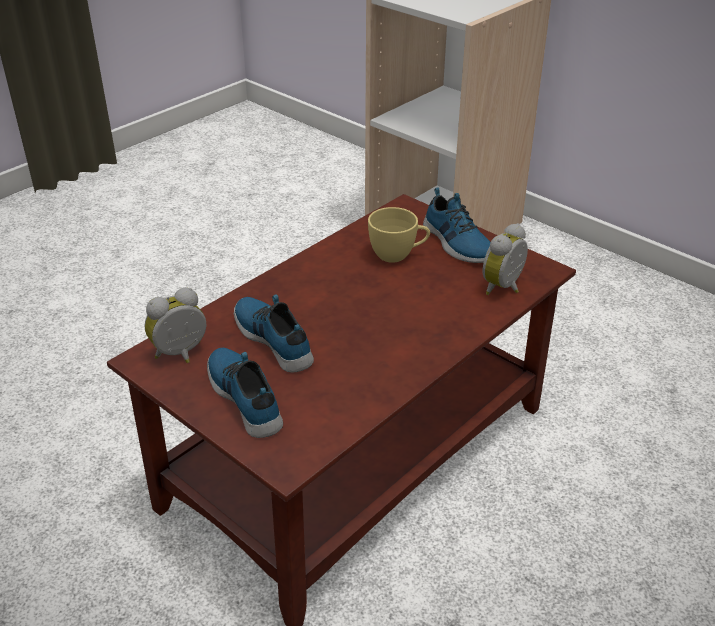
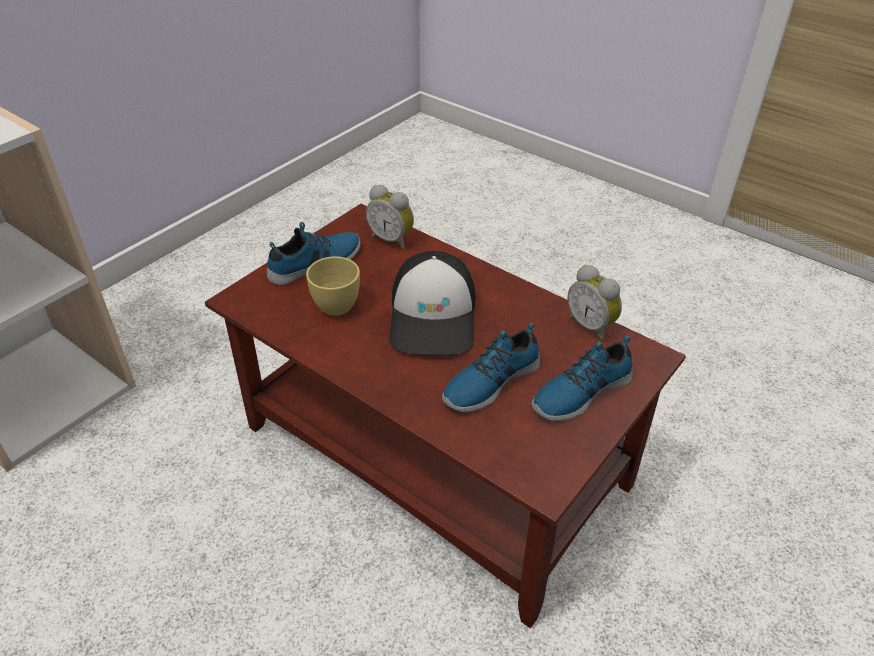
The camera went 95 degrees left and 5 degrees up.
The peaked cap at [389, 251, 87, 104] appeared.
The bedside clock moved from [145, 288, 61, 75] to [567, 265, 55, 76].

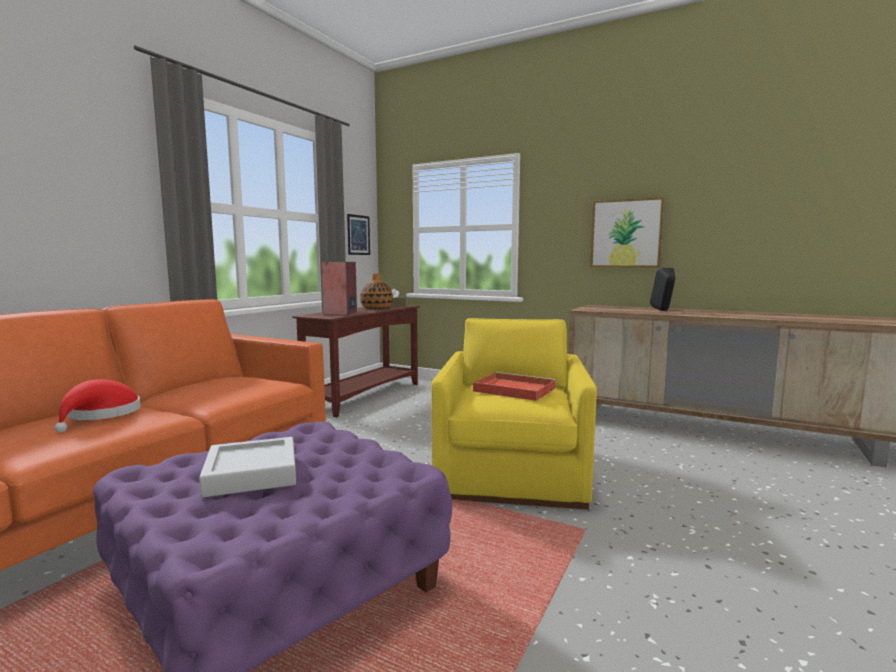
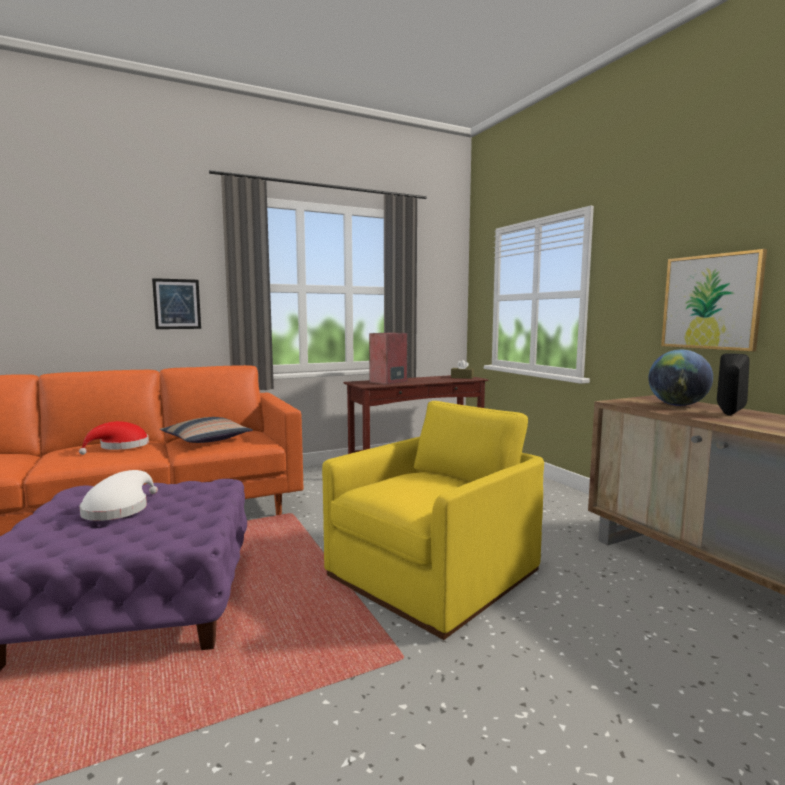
The camera went 35 degrees right and 0 degrees up.
The grey tray at [199, 437, 97, 60] was replaced by the whitish hat at [79, 470, 79, 51].
The picture moved from [347, 214, 23, 41] to [152, 278, 49, 51].
The cushion at [160, 417, 93, 26] appeared.
The globe at [649, 350, 64, 56] appeared.
The decorative vase at [360, 273, 33, 36] disappeared.
The red-coloured tray at [473, 372, 83, 29] disappeared.

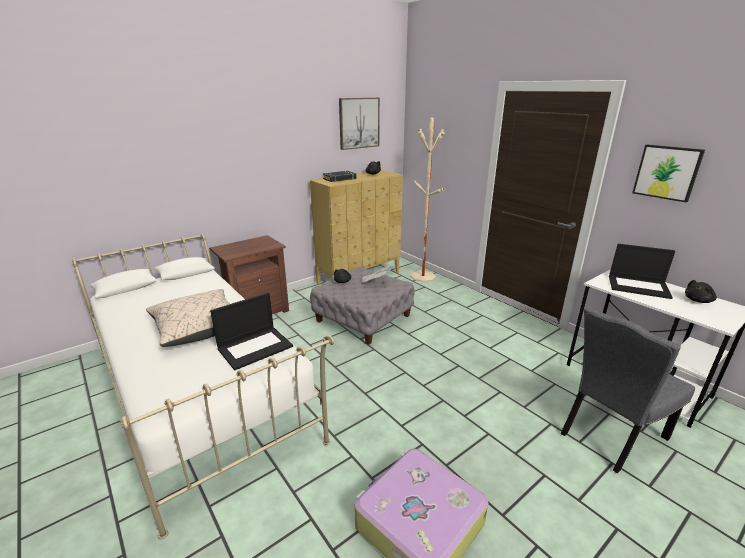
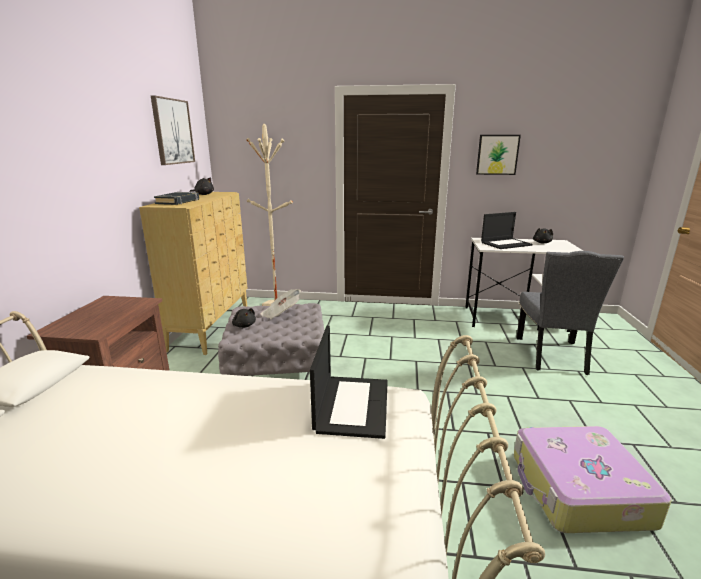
The camera went 45 degrees left and 5 degrees down.
The sand-coloured cushion at [146, 289, 84, 58] disappeared.

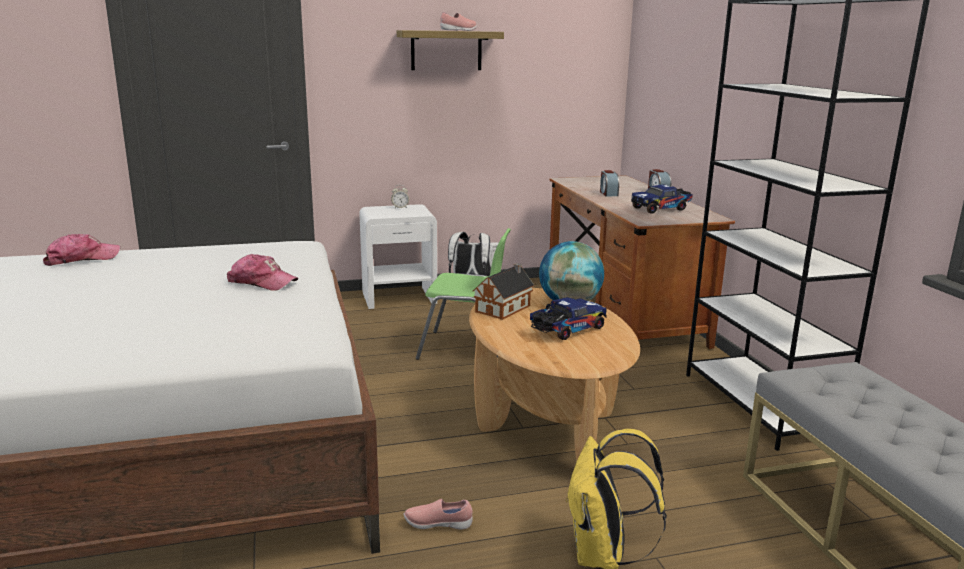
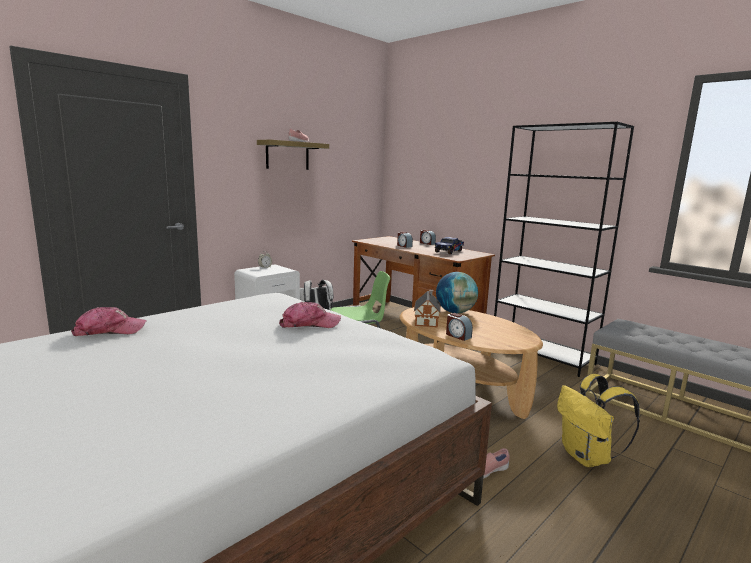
The camera went 30 degrees left and 5 degrees down.
The peaked cap at [43, 234, 77, 32] turned 45 degrees clockwise.
The bedside clock at [446, 313, 27, 28] appeared.
The model truck at [530, 297, 77, 43] disappeared.

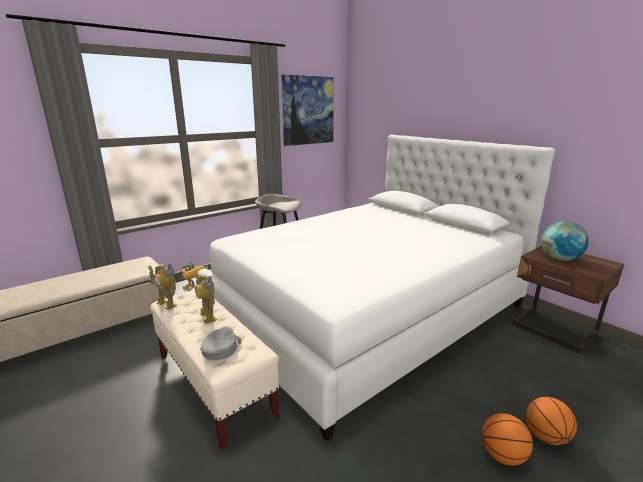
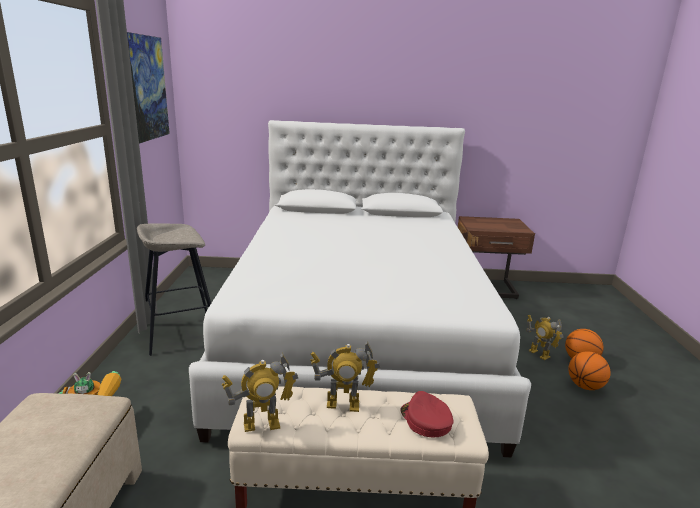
The camera went 50 degrees left and 0 degrees up.
The grey peaked cap at [200, 326, 42, 34] became the red-coloured peaked cap at [401, 391, 53, 47].
The robot figure at [526, 315, 37, 45] appeared.
The globe at [541, 221, 48, 40] disappeared.

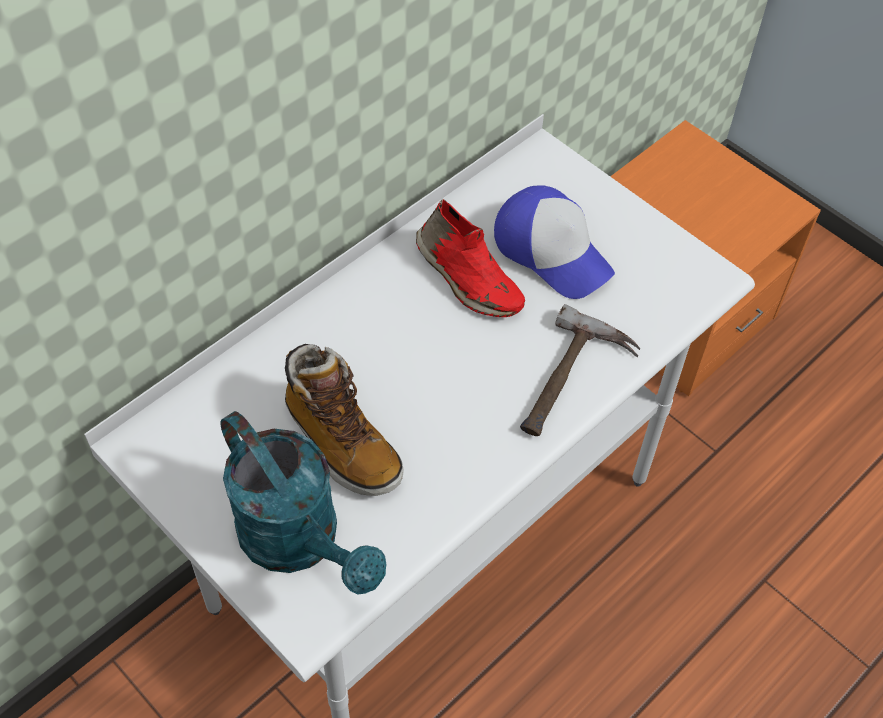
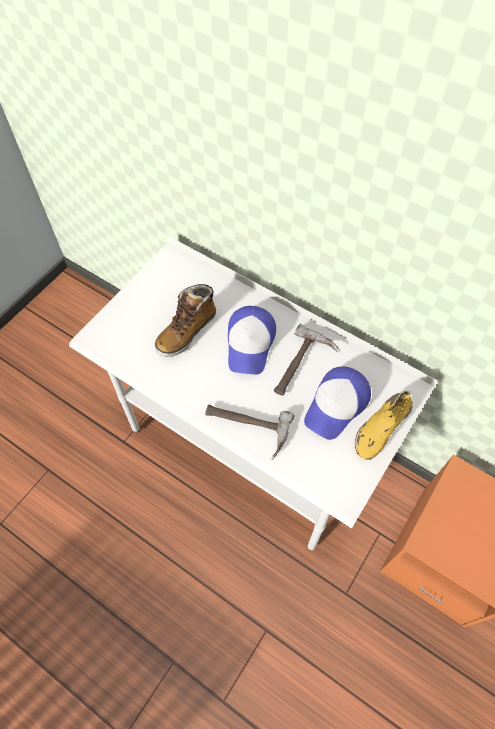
The camera went 80 degrees right and 5 degrees up.
The peaked cap at [228, 306, 48, 69] appeared.
The red-coloured item of footwear at [416, 199, 109, 118] was replaced by the hammer at [274, 324, 65, 72].
The yellow item of footwear at [355, 391, 58, 69] appeared.
The turquoise-coloured watering pot at [220, 411, 166, 183] disappeared.

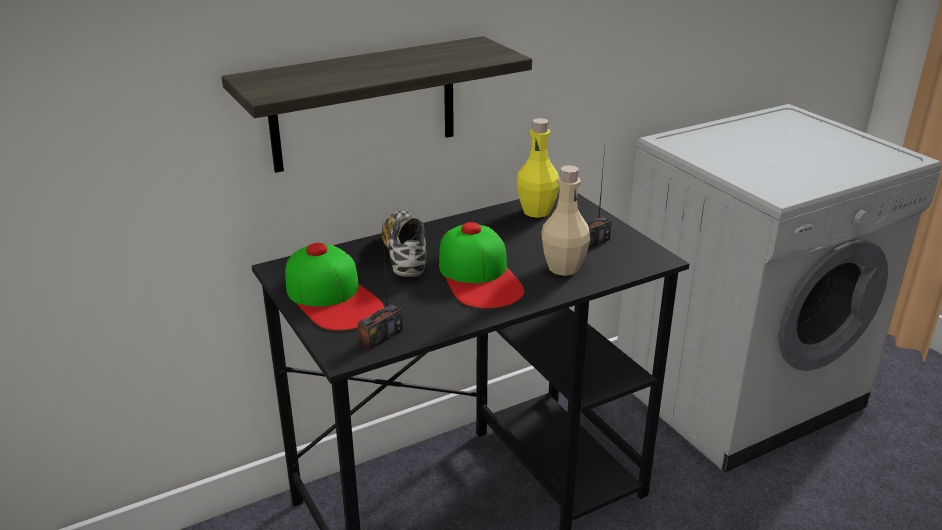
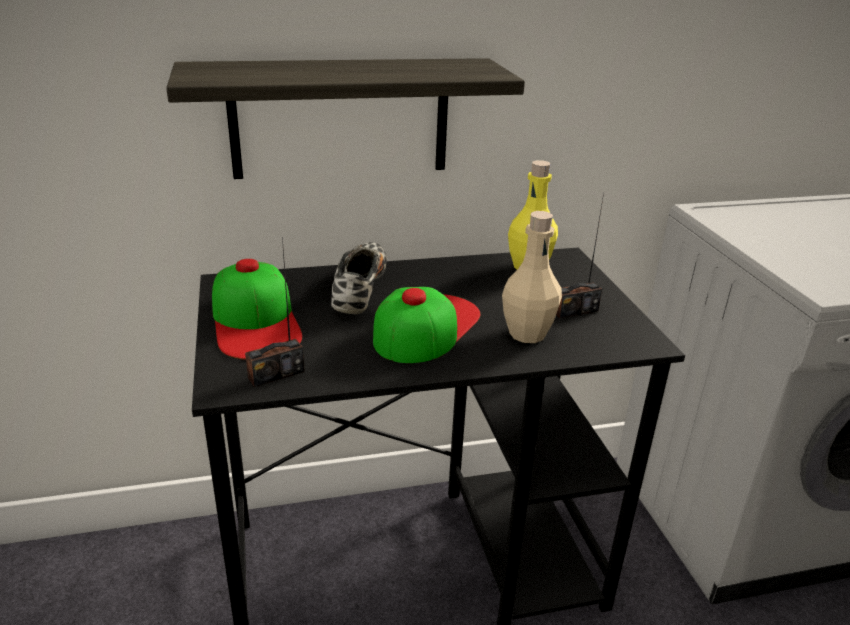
The camera went 15 degrees right and 0 degrees up.
The peaked cap at [439, 222, 85, 87] turned 150 degrees counterclockwise.

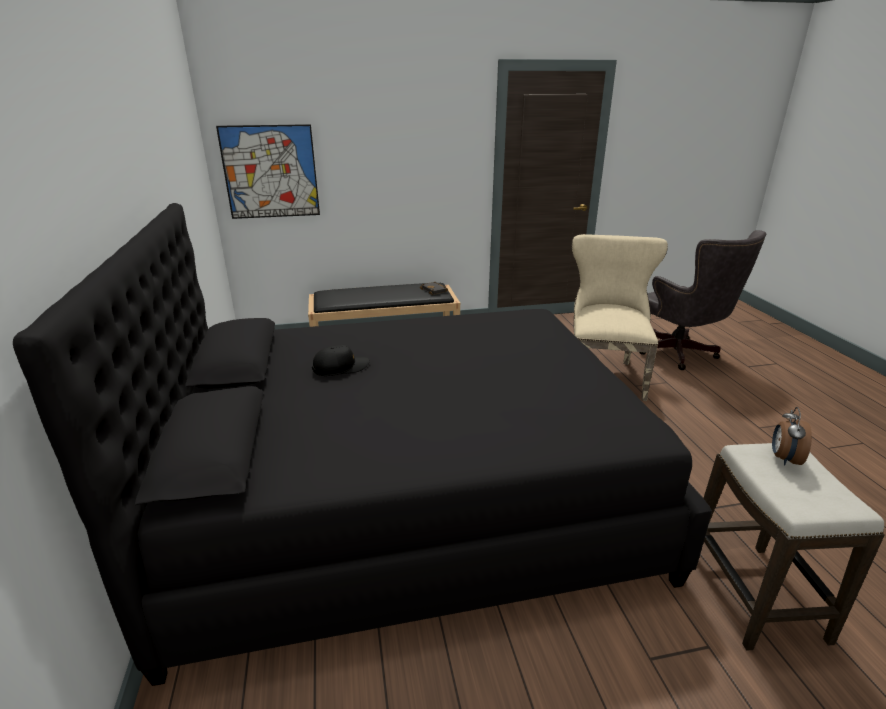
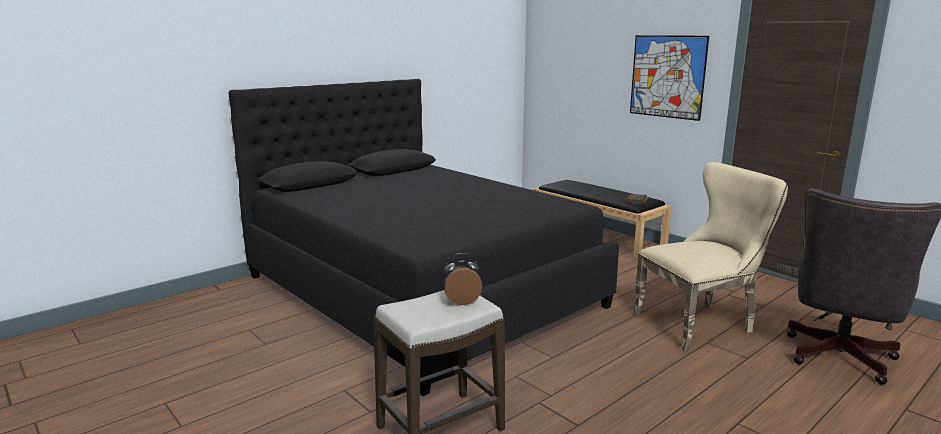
The camera went 60 degrees right and 10 degrees down.
The picture moved from [216, 124, 104, 95] to [630, 35, 79, 86].
The blackish peaked cap at [312, 345, 58, 31] disappeared.

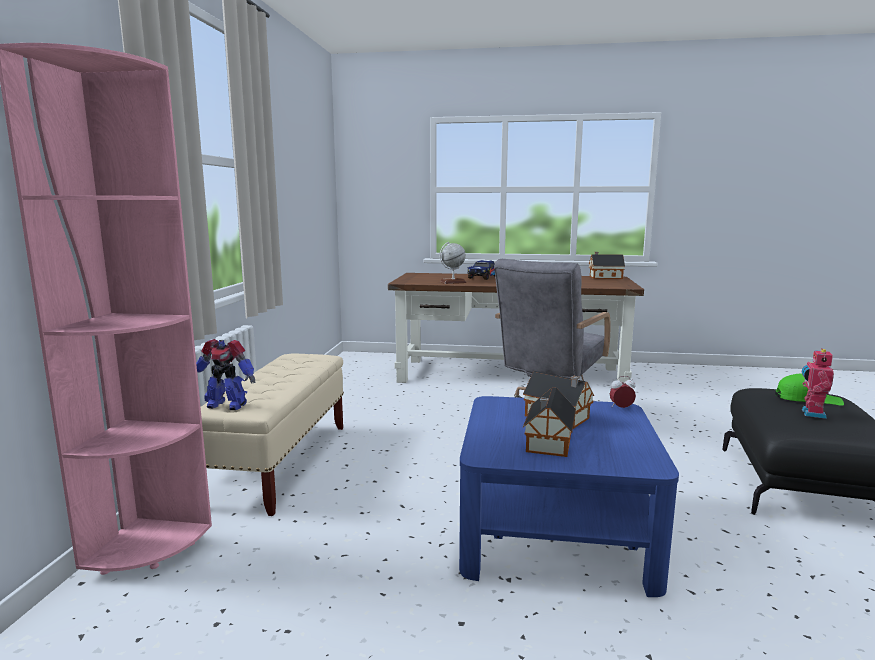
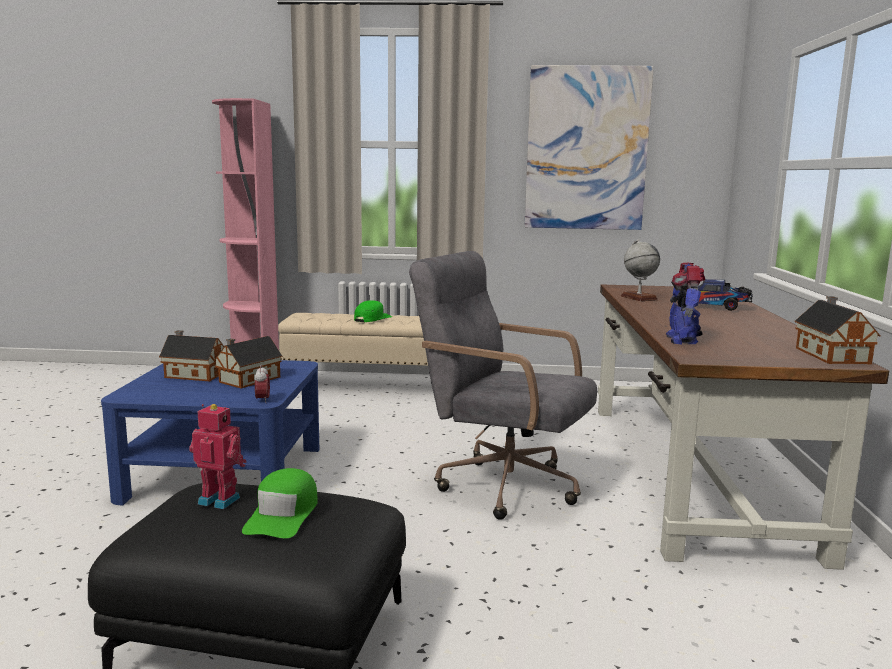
The camera went 85 degrees right and 0 degrees up.
The green-coloured peaked cap at [354, 300, 38, 22] appeared.
The picture at [524, 65, 130, 165] appeared.
The robot figure moved from [196, 339, 59, 71] to [666, 263, 40, 81].

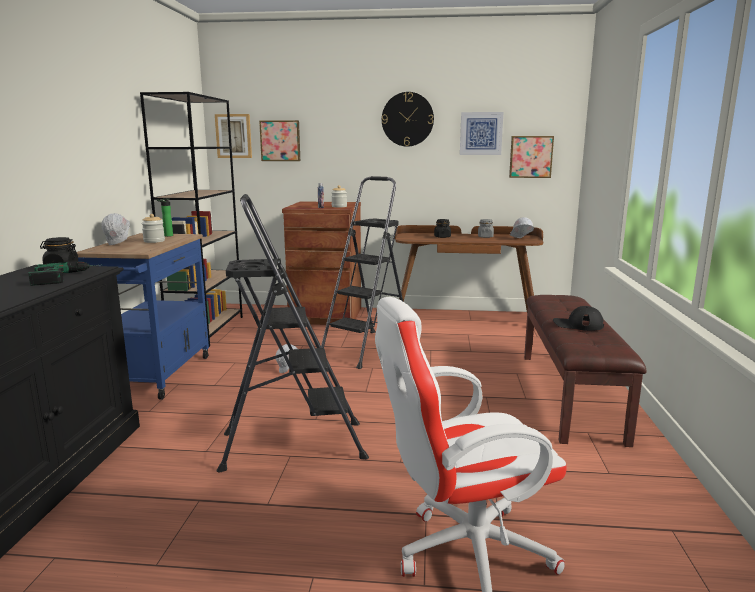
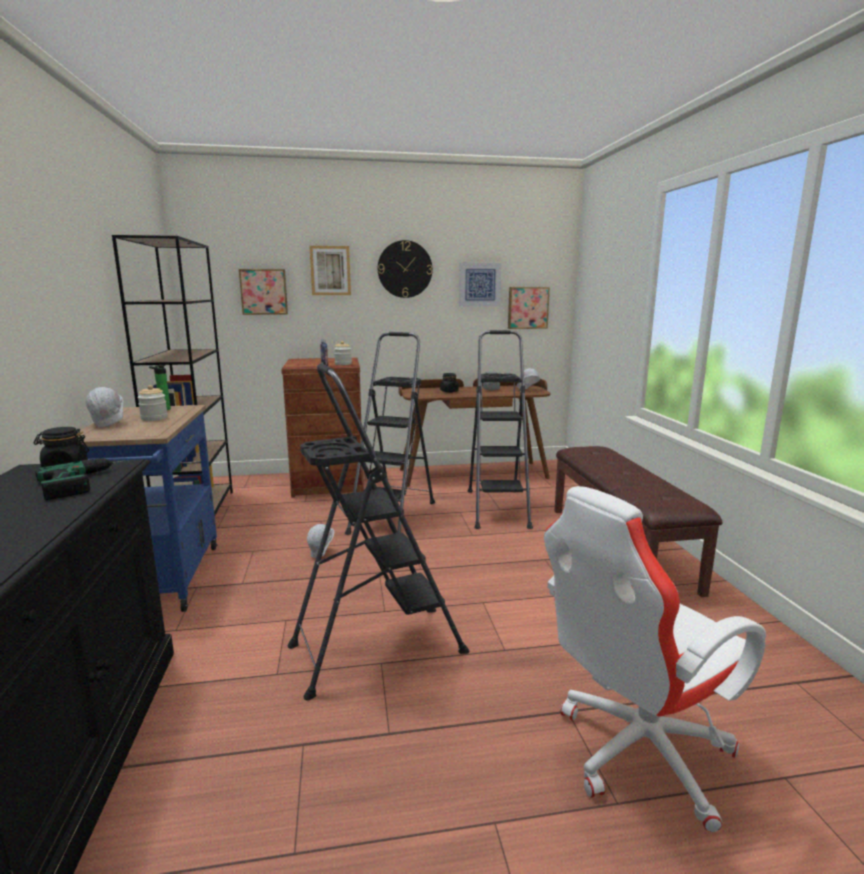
The camera went 15 degrees left and 0 degrees up.
The picture moved from [215, 114, 37, 44] to [309, 246, 42, 49].
The step ladder at [468, 330, 65, 199] appeared.
The blackish peaked cap at [553, 306, 51, 25] disappeared.

